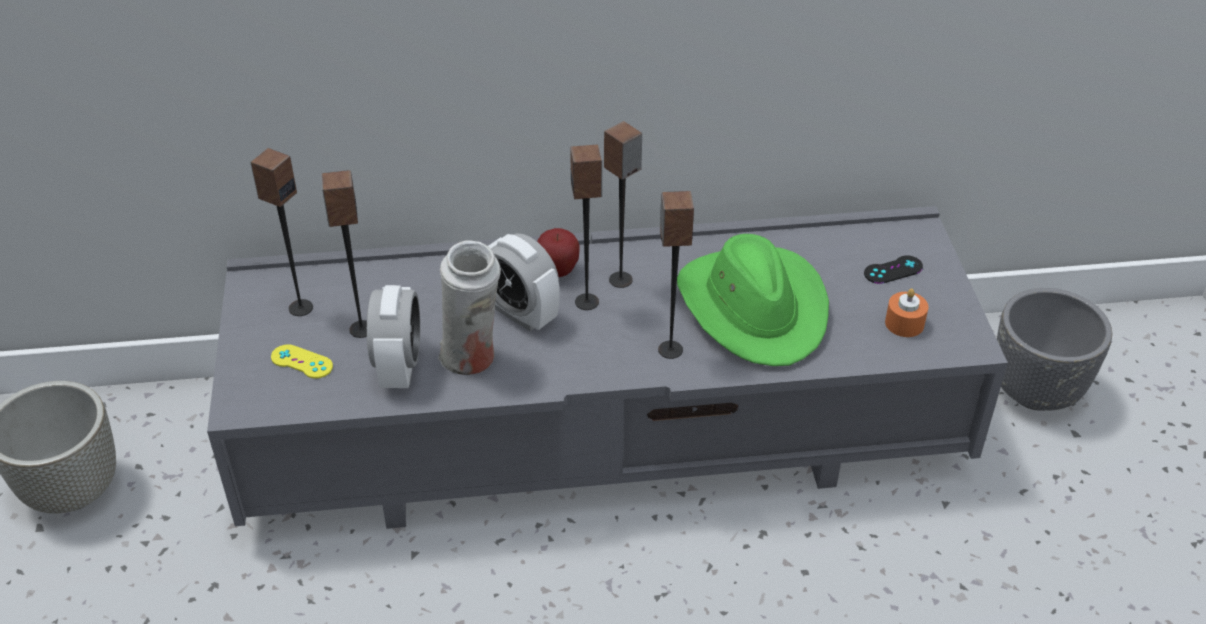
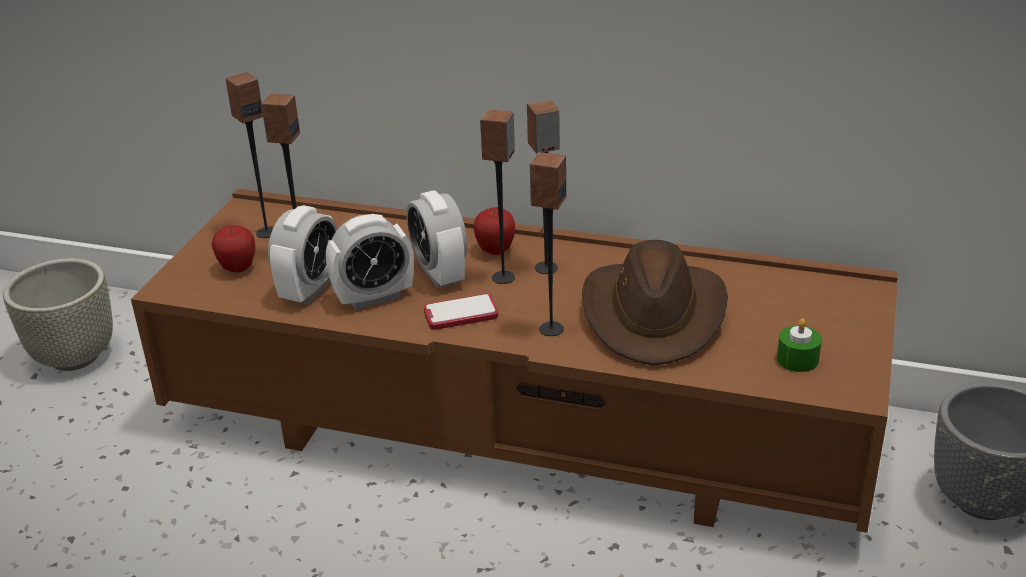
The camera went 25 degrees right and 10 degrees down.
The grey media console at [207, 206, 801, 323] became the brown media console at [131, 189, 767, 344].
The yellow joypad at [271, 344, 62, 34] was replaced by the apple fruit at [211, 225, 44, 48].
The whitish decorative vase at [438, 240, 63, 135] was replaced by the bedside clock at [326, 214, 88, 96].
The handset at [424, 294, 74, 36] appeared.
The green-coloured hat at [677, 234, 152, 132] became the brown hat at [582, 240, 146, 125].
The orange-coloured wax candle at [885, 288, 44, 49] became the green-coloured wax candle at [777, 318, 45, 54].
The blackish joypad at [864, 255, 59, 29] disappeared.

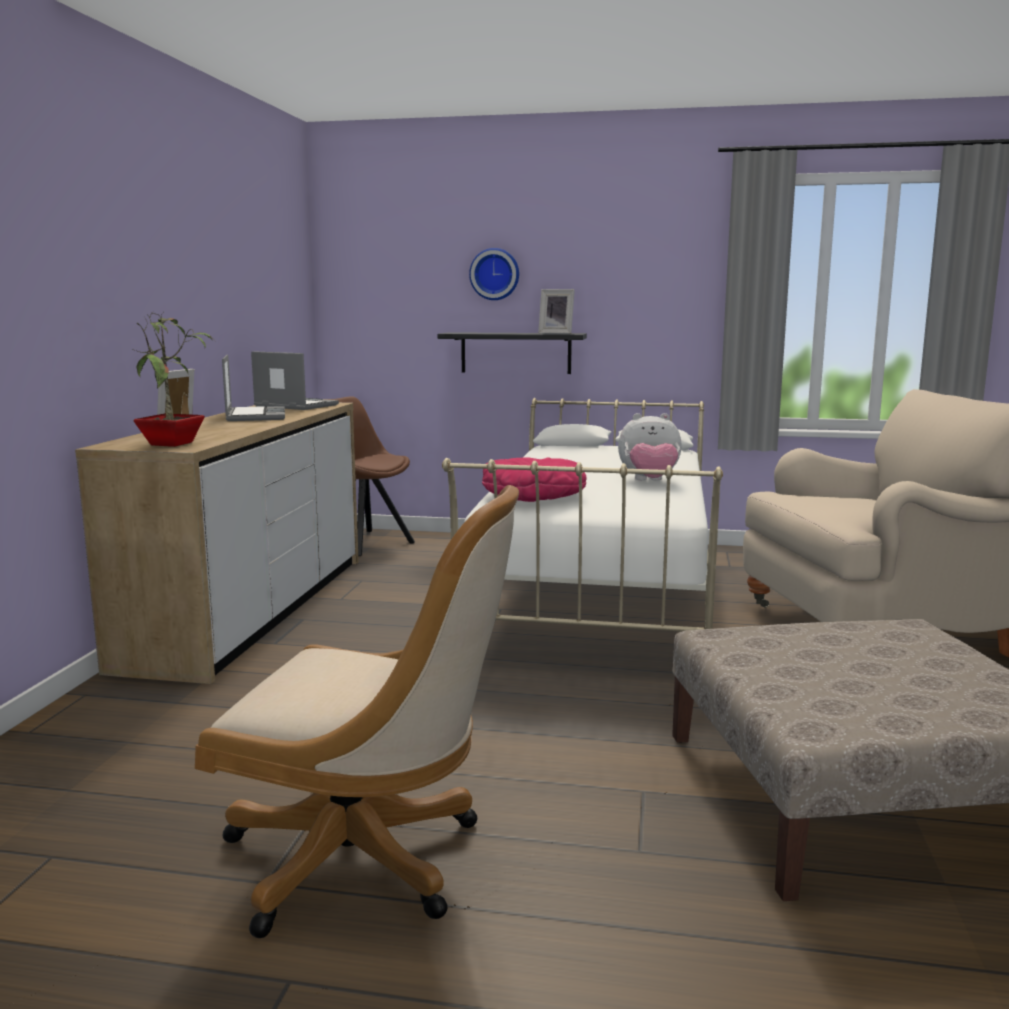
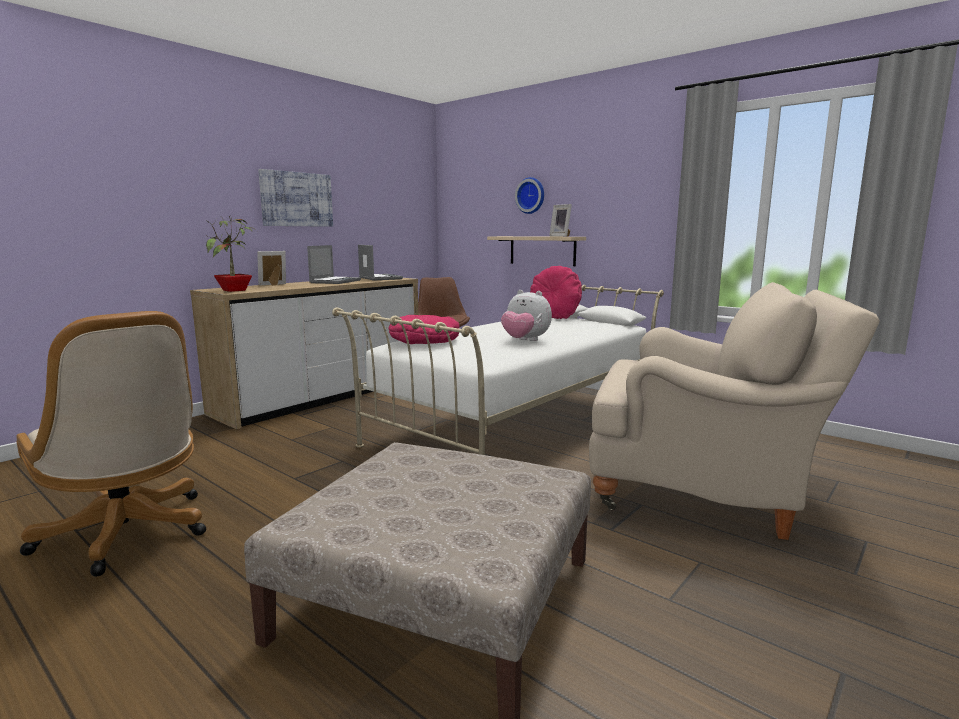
The camera went 30 degrees right and 0 degrees up.
The picture at [258, 169, 75, 58] appeared.
The blackish bracket shelf at [438, 332, 149, 42] became the sand-coloured bracket shelf at [487, 236, 99, 30].
The pinkish cushion at [530, 266, 52, 53] appeared.

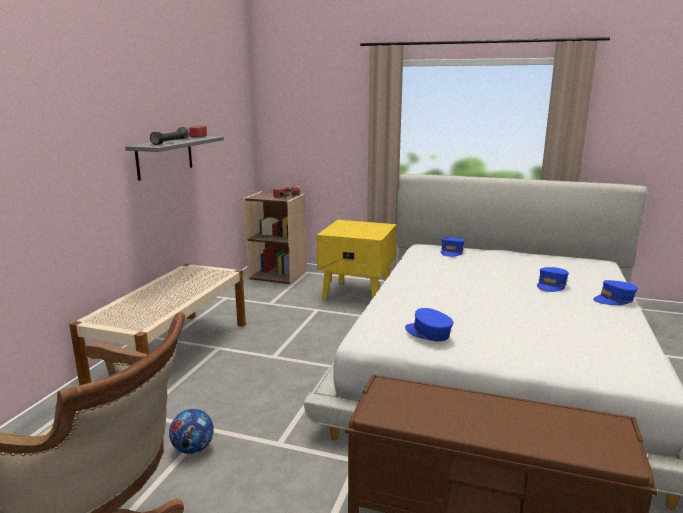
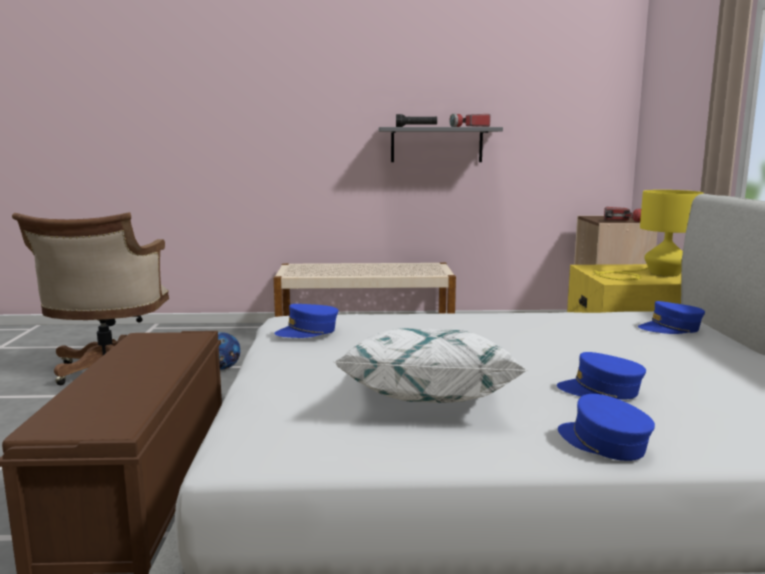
The camera went 70 degrees right and 5 degrees down.
The bluish peaked cap at [405, 308, 48, 33] turned 135 degrees counterclockwise.
The whitish cushion at [333, 328, 195, 75] appeared.
The yellow lamp for a table at [593, 190, 111, 90] appeared.

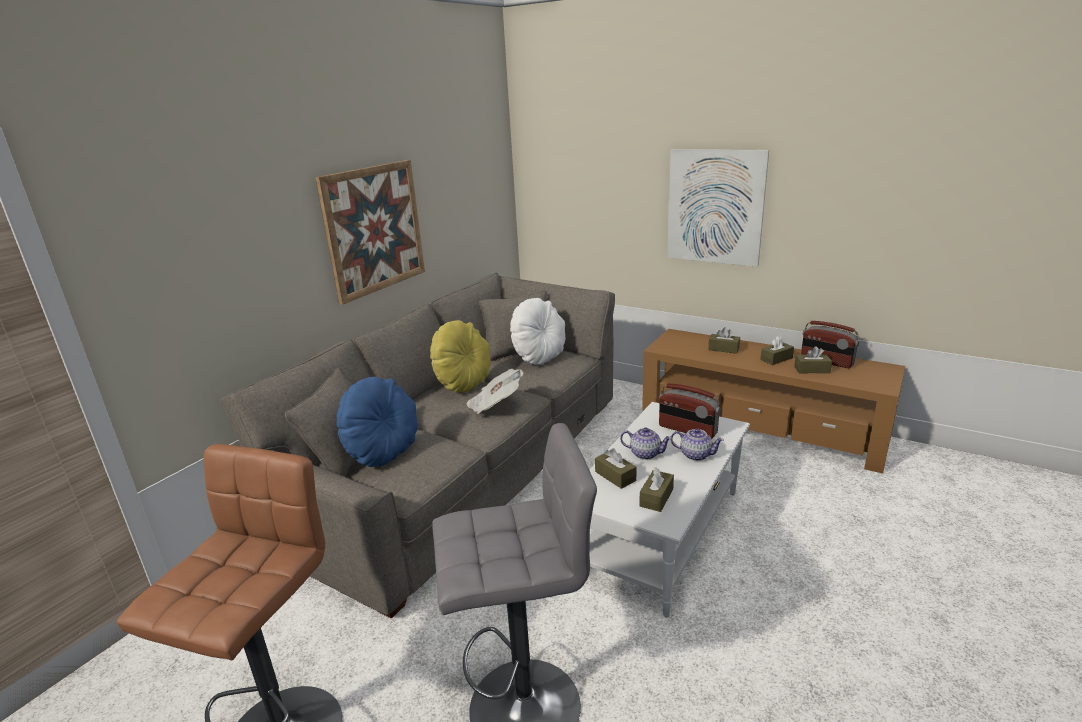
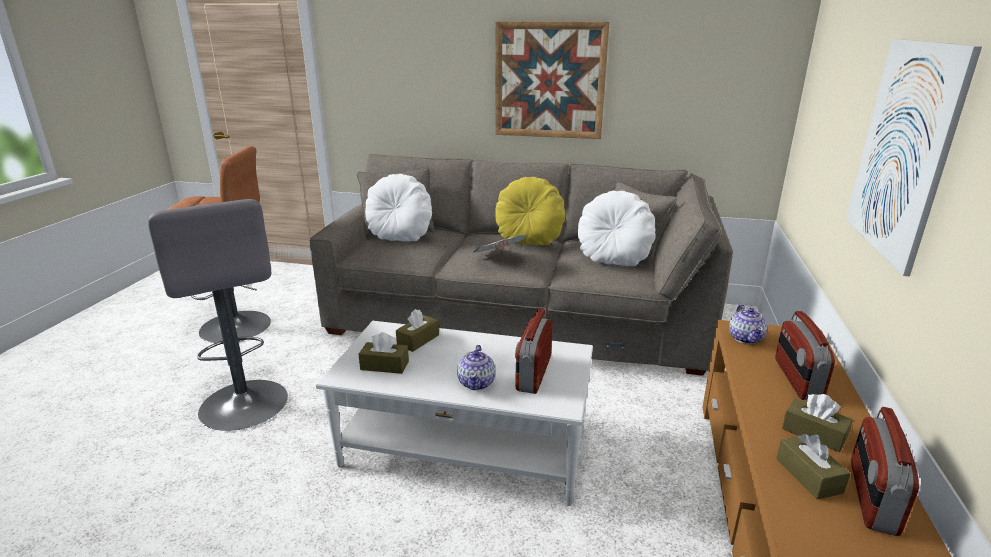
The camera went 70 degrees right and 0 degrees up.
The bluish cushion at [336, 377, 82, 90] became the whitish cushion at [365, 174, 67, 68].
The teapot moved from [620, 428, 52, 32] to [729, 304, 38, 40].
The brown tissue box at [709, 327, 31, 27] was replaced by the radio at [775, 311, 60, 89].

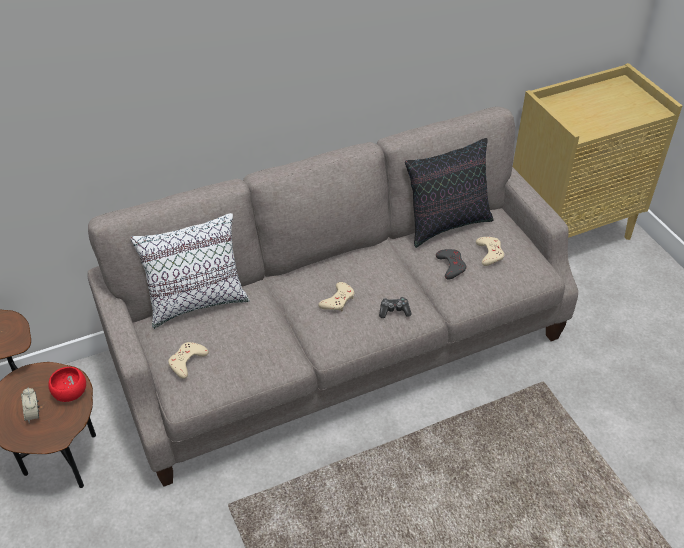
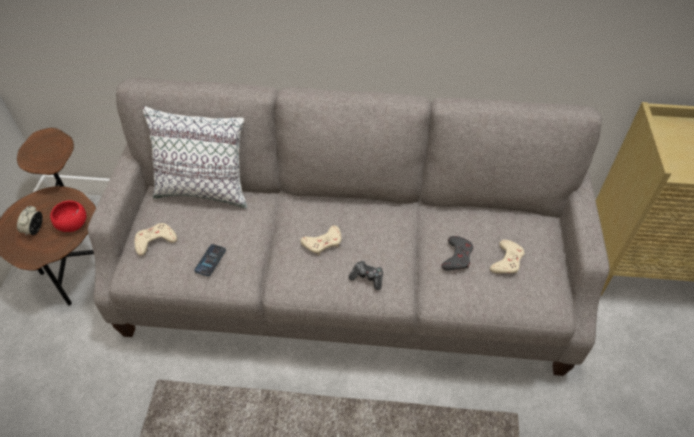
The camera went 30 degrees right and 5 degrees up.
The handset at [194, 244, 32, 32] appeared.
The blackish cushion at [405, 138, 89, 110] disappeared.

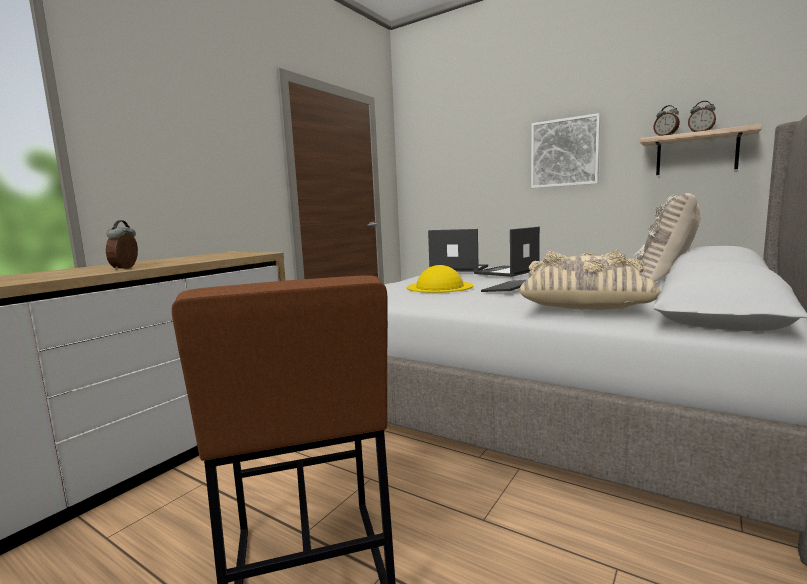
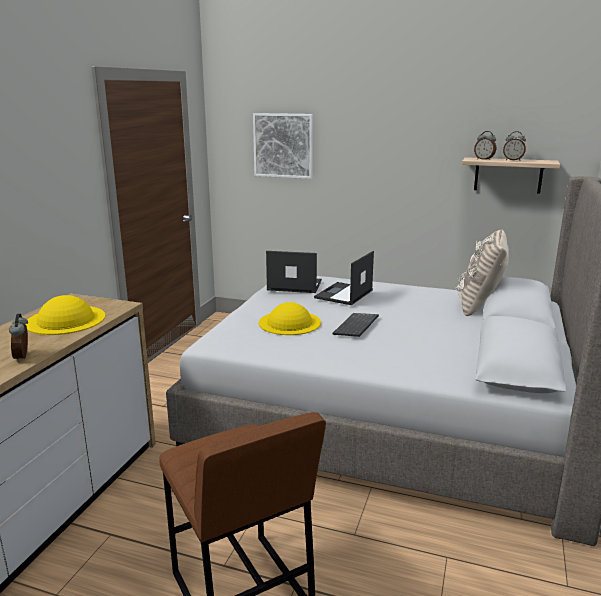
The camera went 15 degrees left and 10 degrees up.
The yellow hat at [26, 295, 80, 40] appeared.
The picture moved from [531, 113, 69, 75] to [253, 113, 60, 66].
The sand-coloured cushion at [519, 249, 141, 61] disappeared.

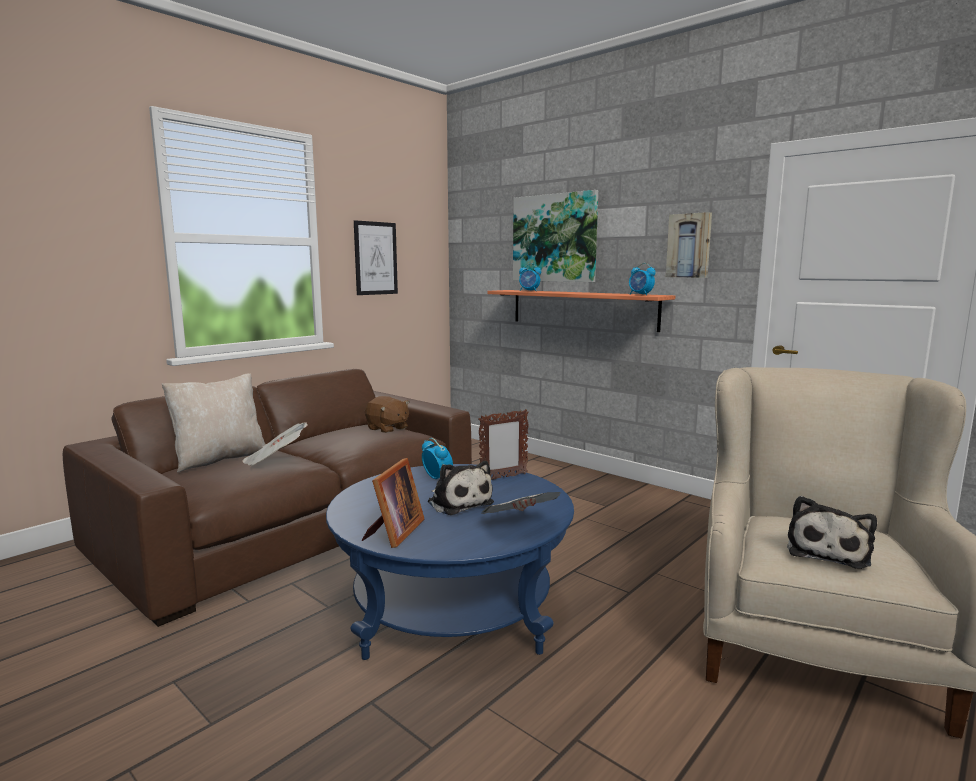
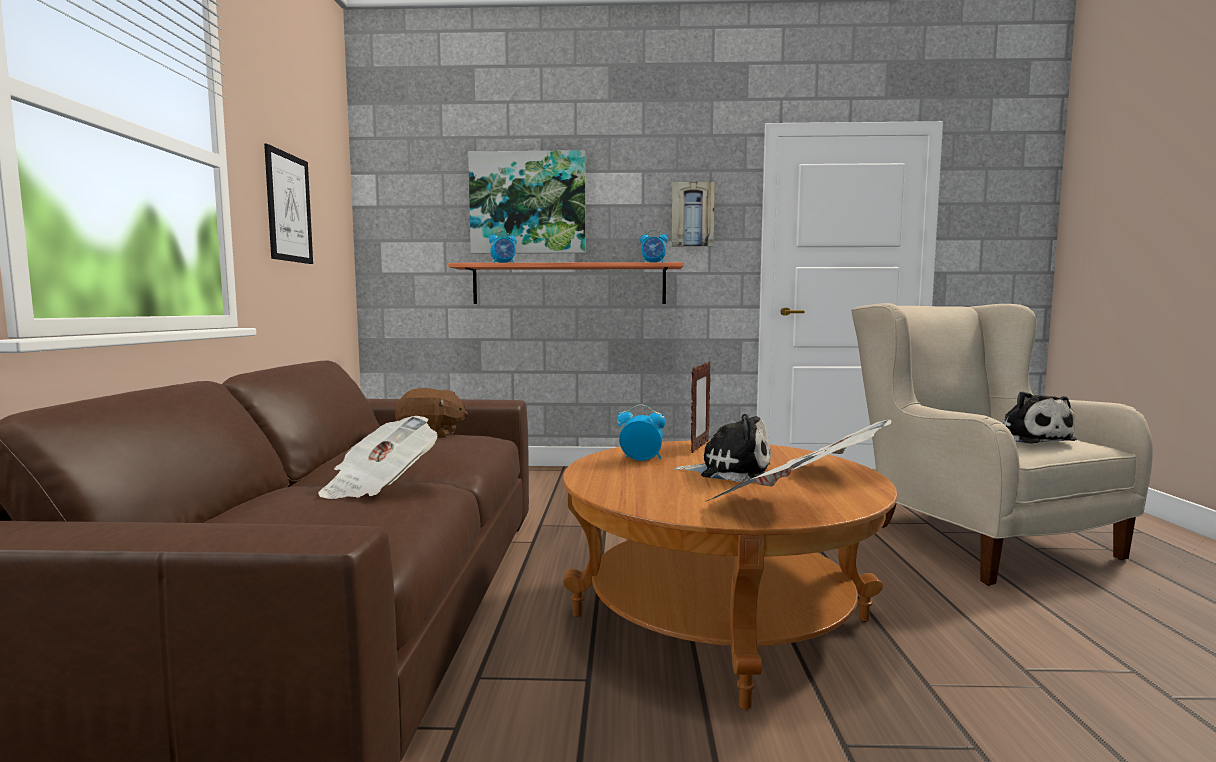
The camera went 40 degrees left and 5 degrees down.
The bluish low table at [326, 464, 248, 196] became the brown low table at [563, 441, 334, 269].
The picture frame at [362, 458, 62, 90] was replaced by the printed paper at [706, 449, 121, 52].
The sand-coloured cushion at [162, 373, 103, 100] disappeared.

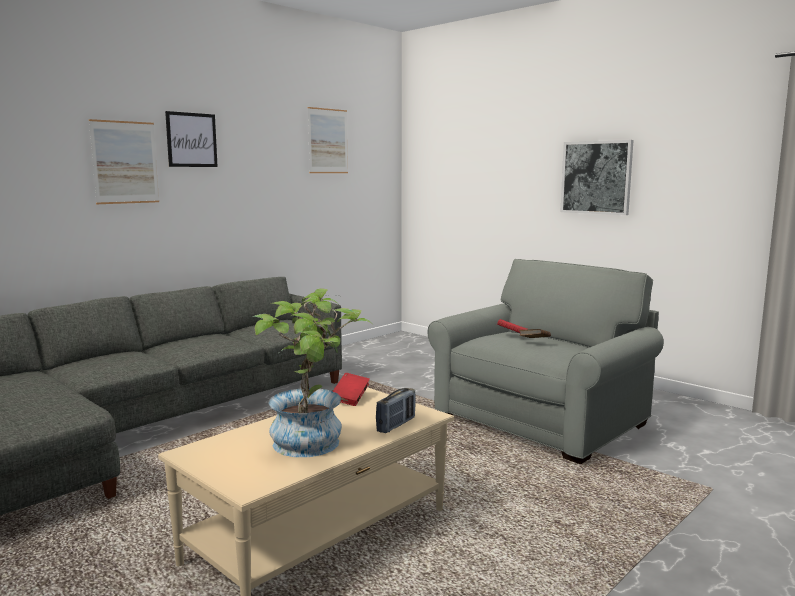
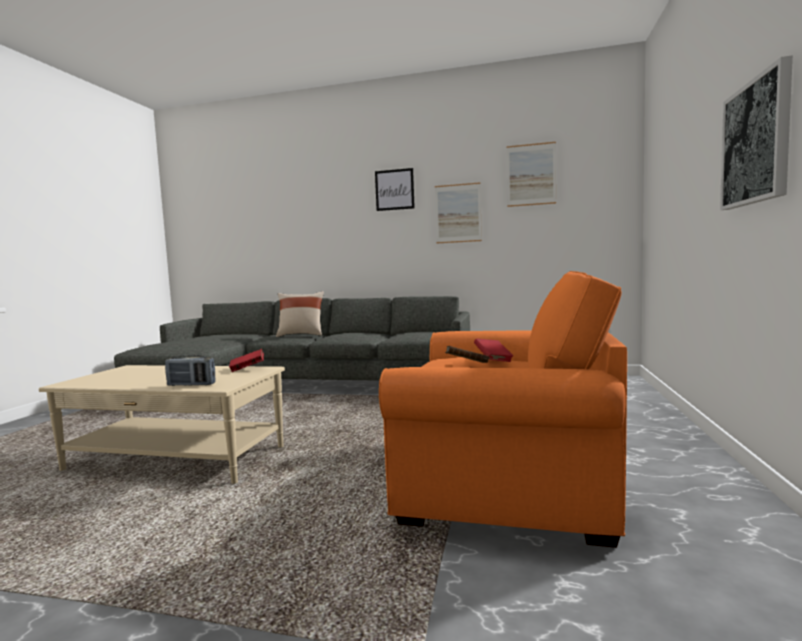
The camera went 60 degrees right and 5 degrees down.
The sand-coloured cushion at [276, 291, 48, 46] appeared.
The grey lounge chair at [428, 259, 236, 205] became the orange-coloured lounge chair at [379, 271, 248, 277].
The picture moved from [89, 119, 70, 85] to [435, 182, 47, 61].
The potted plant at [252, 288, 121, 169] disappeared.

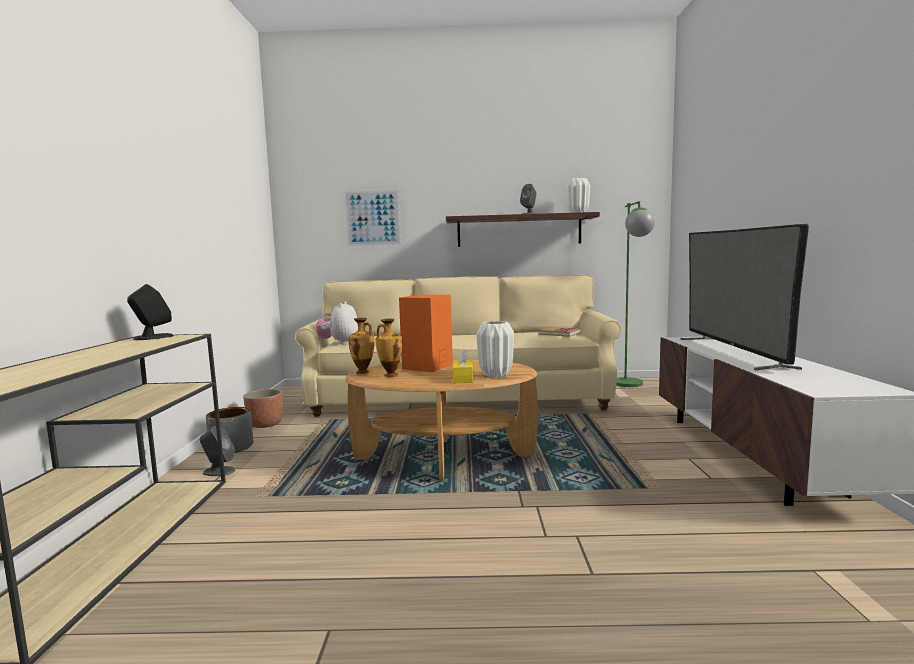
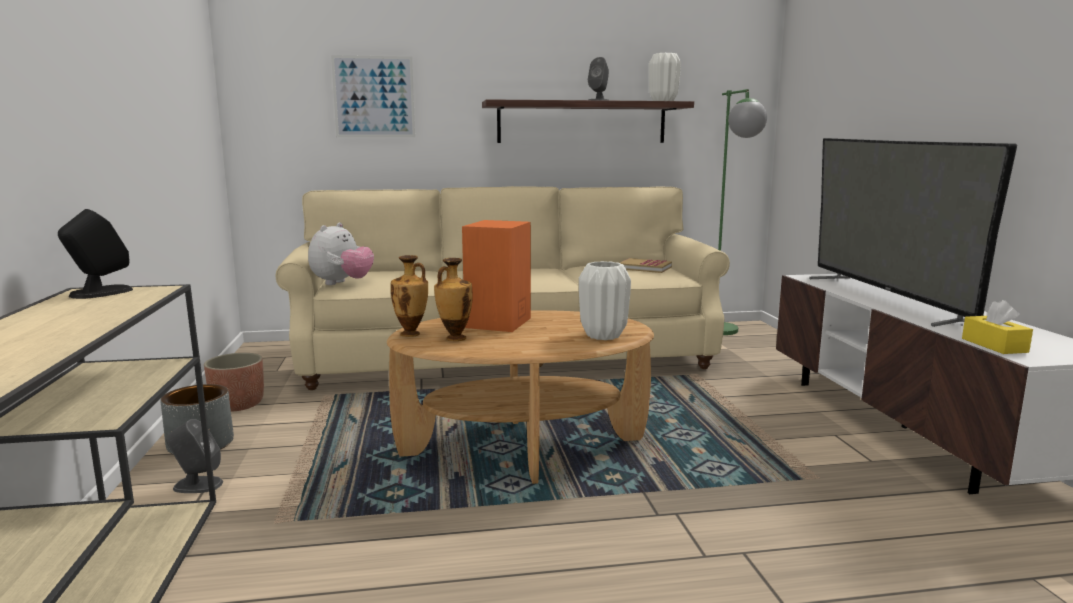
The camera went 10 degrees left and 5 degrees up.
The soft toy at [316, 302, 42, 42] turned 150 degrees counterclockwise.
The yellow tissue box moved from [453, 348, 20, 35] to [962, 300, 71, 54].

